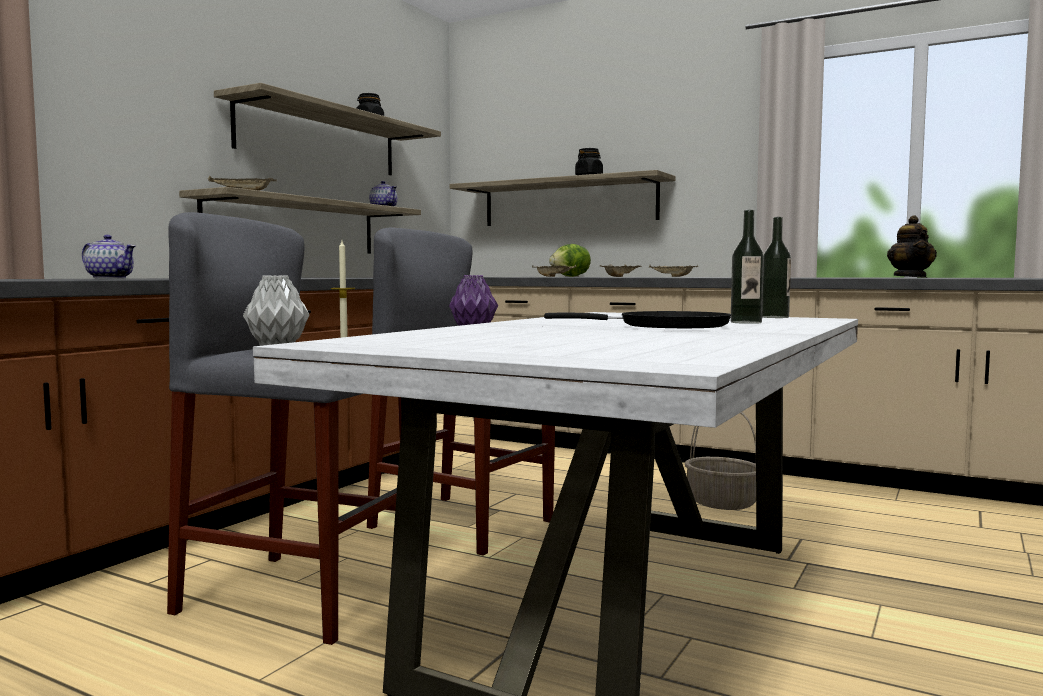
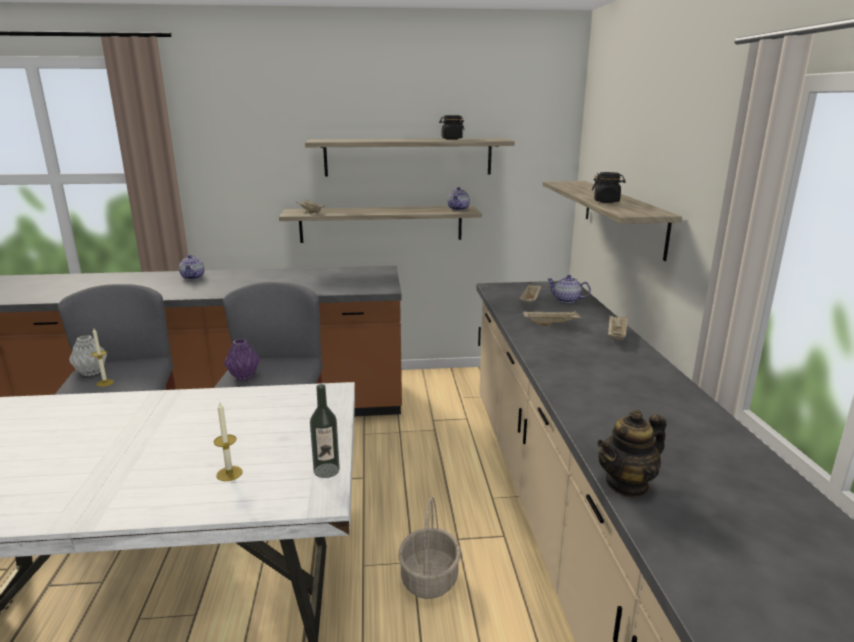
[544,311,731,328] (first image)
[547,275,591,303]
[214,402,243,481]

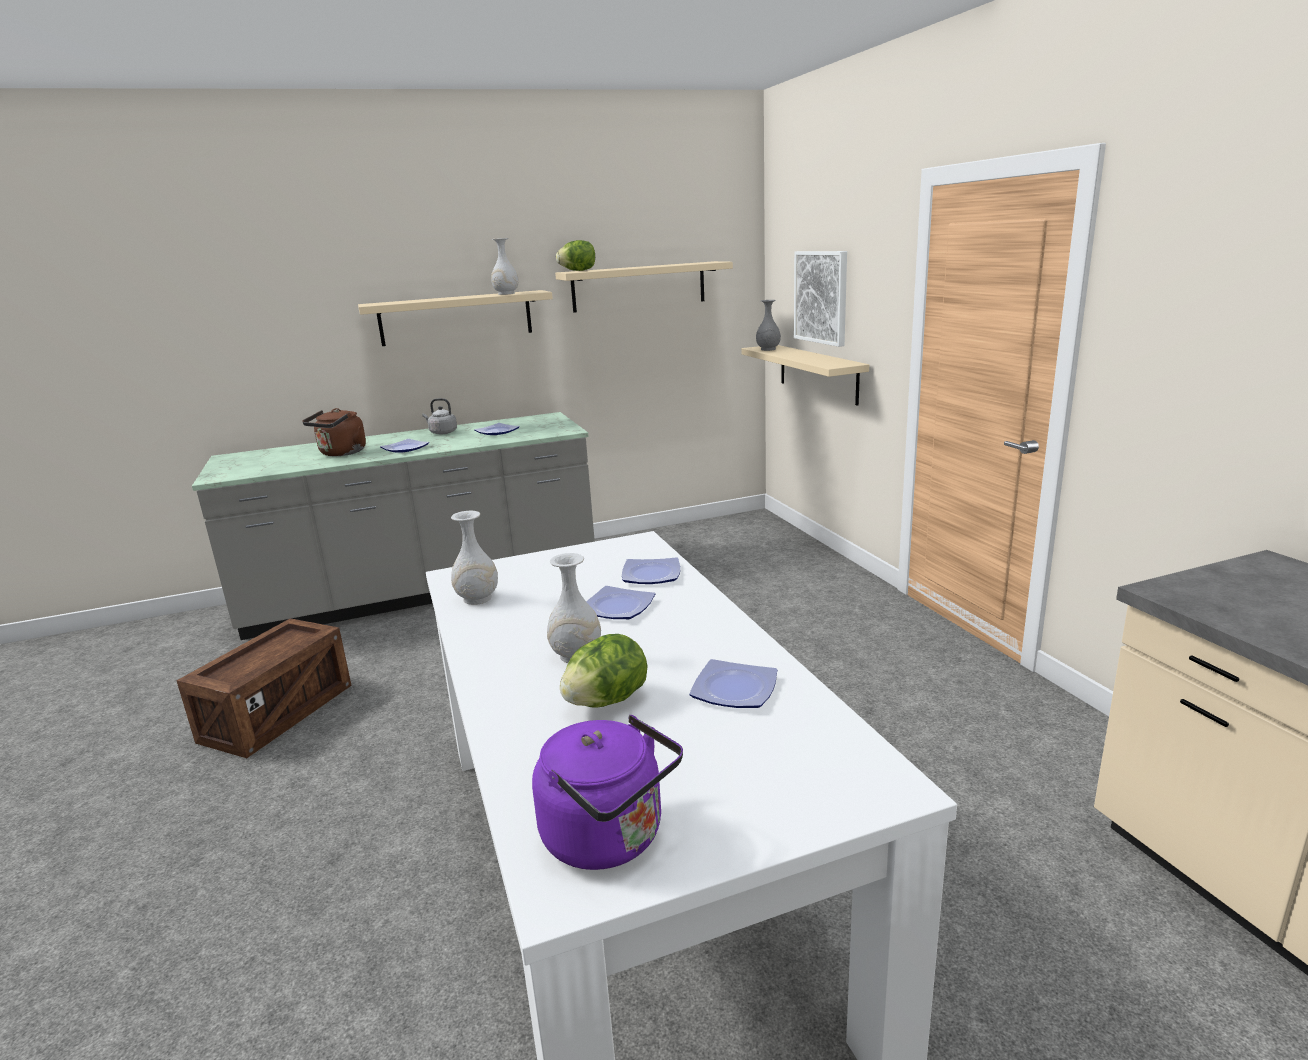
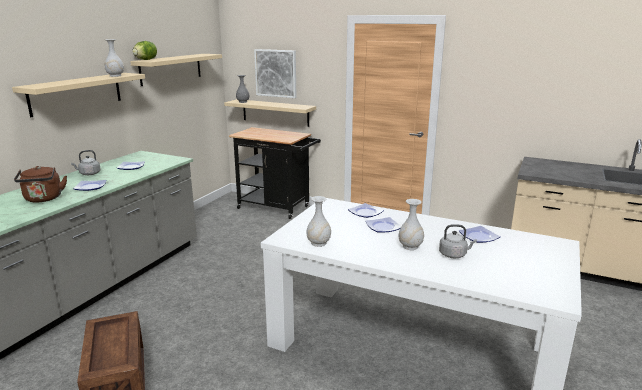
[532,715,683,870] (first image)
[439,224,477,258]
[229,127,321,219]

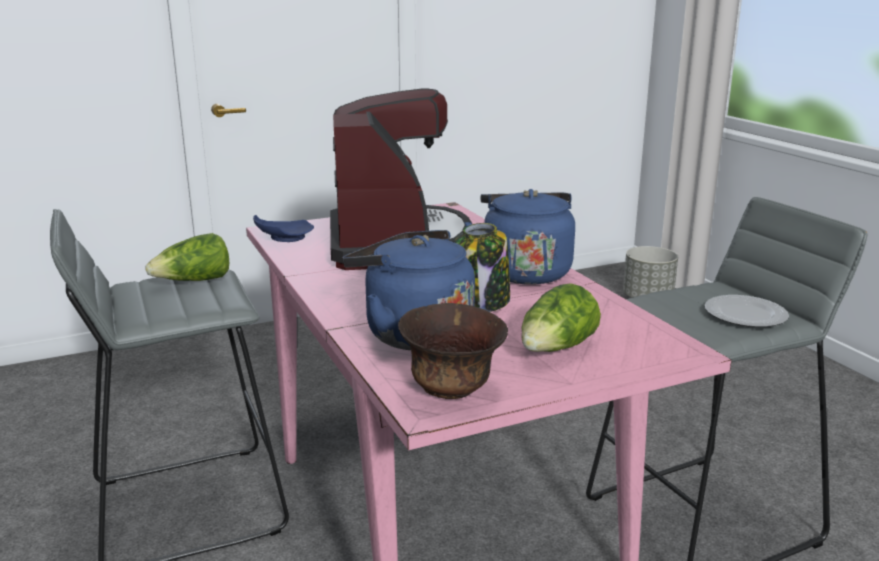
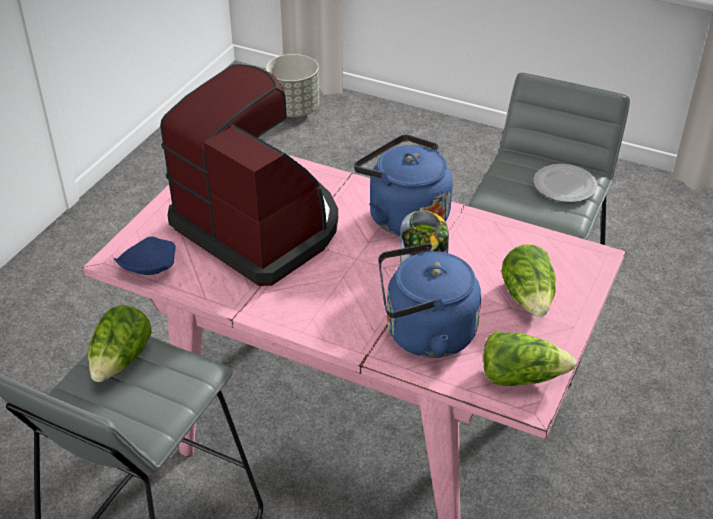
[483,331,576,386]

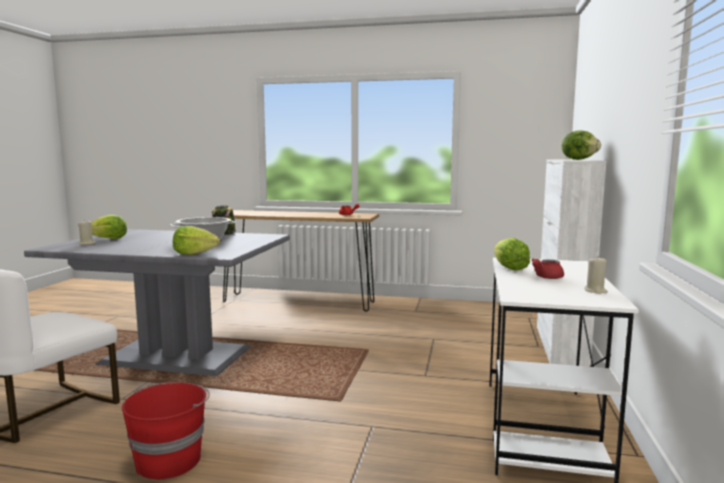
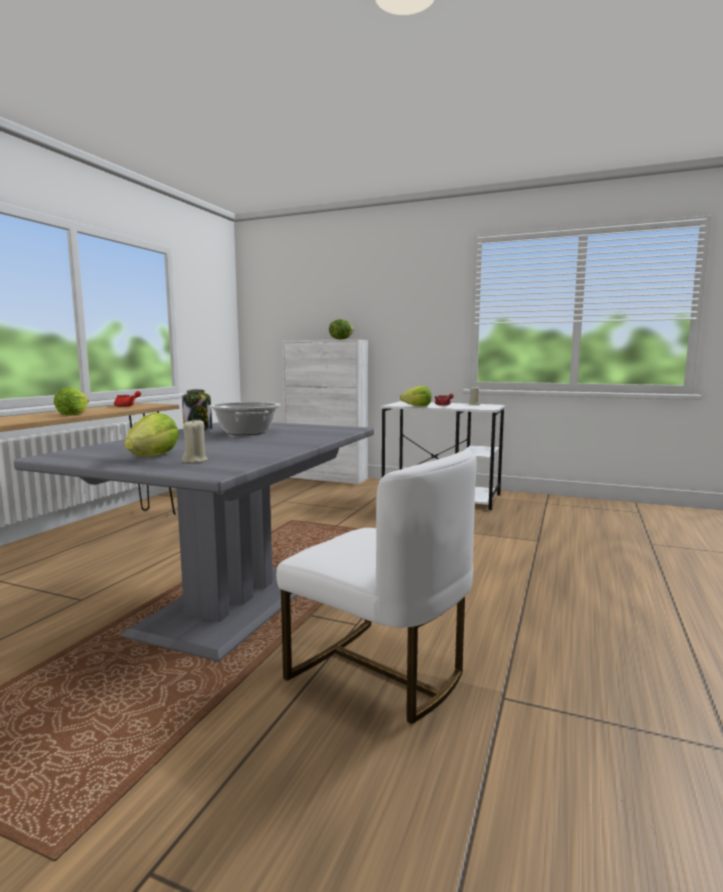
[122,382,210,480] (first image)
[53,388,89,416]

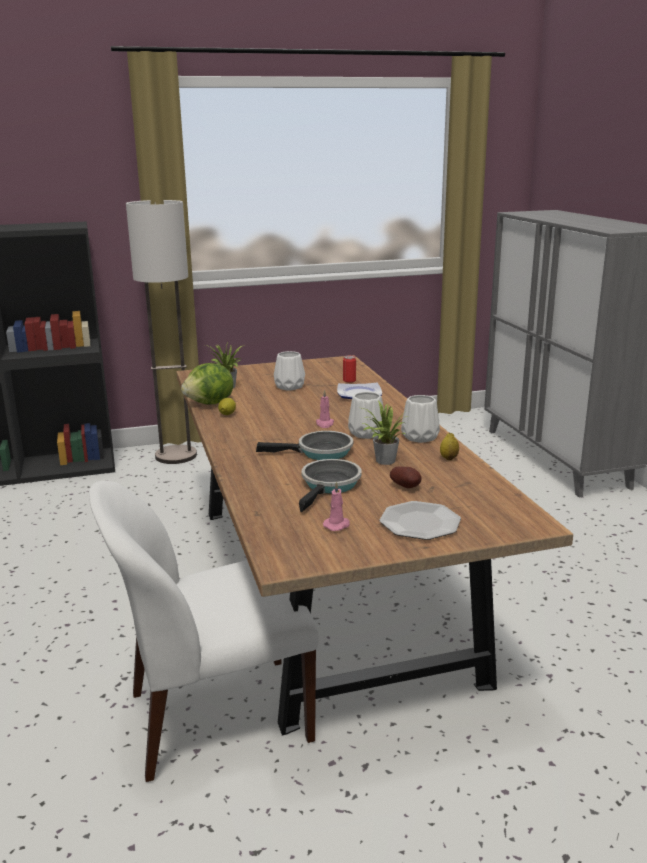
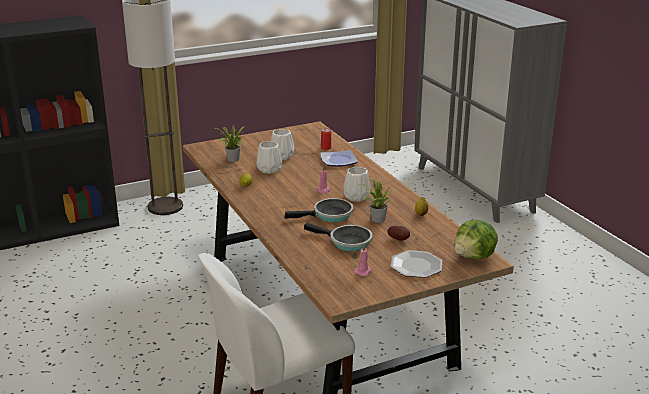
[454,220,498,260]
[304,223,373,251]
[256,141,282,174]

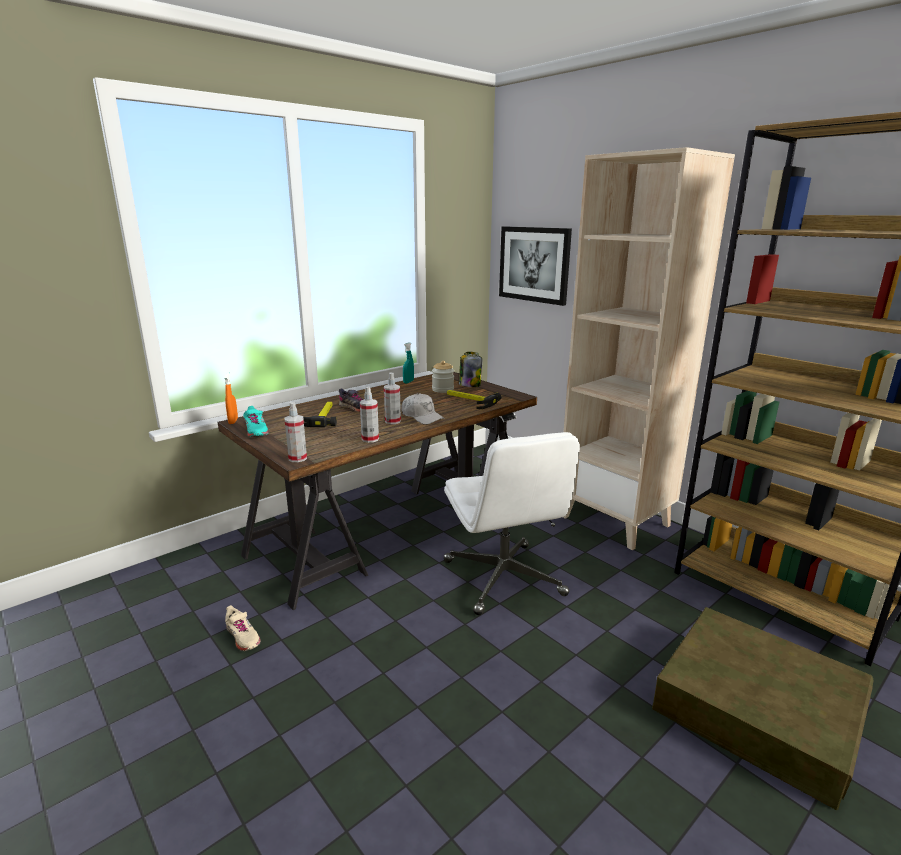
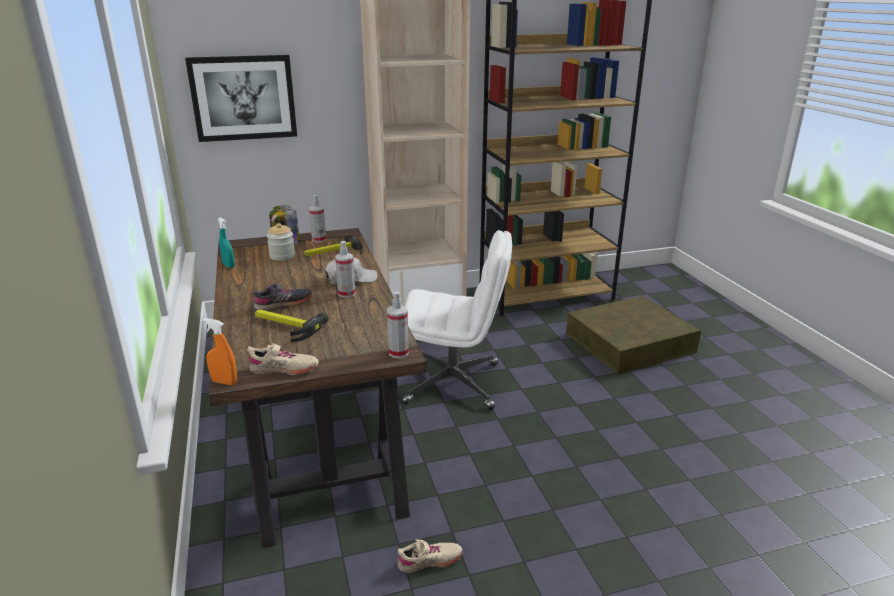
[247,343,319,375]
[309,195,326,242]

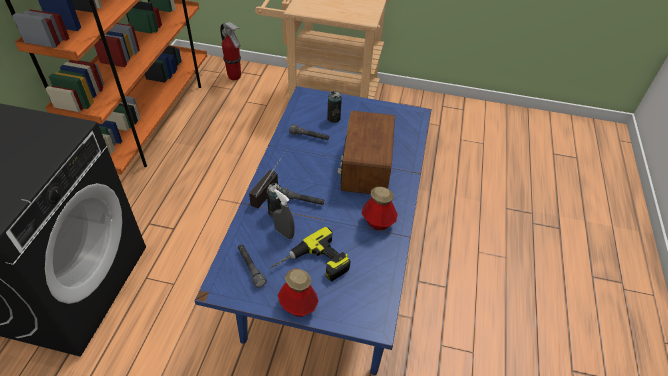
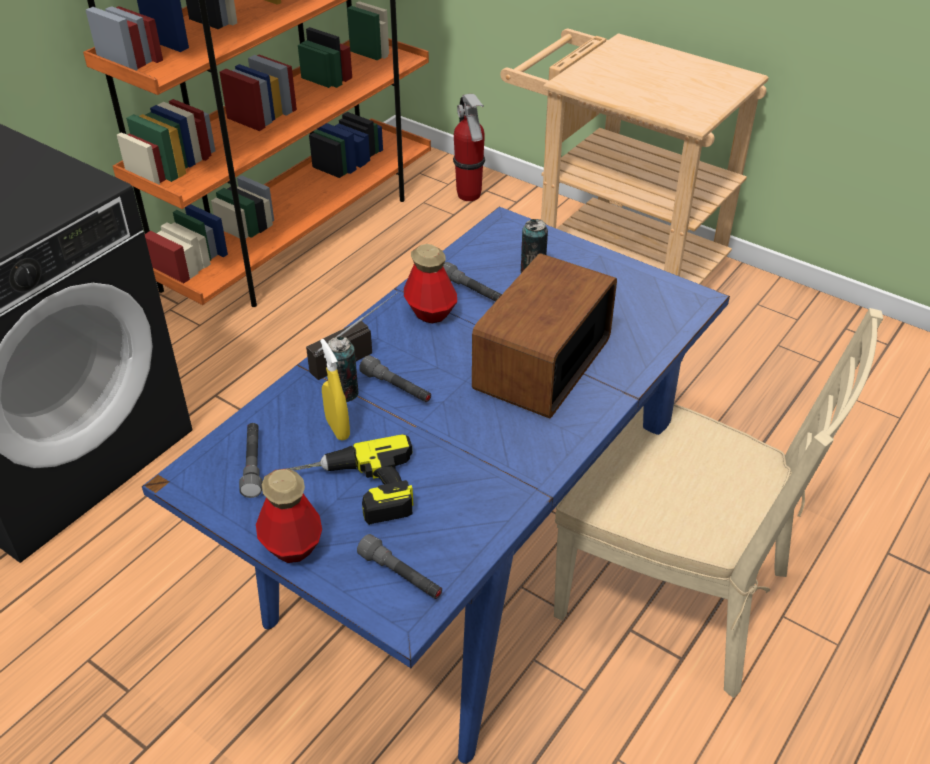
[320,339,350,440]
[404,244,457,323]
[357,534,442,599]
[554,308,883,698]

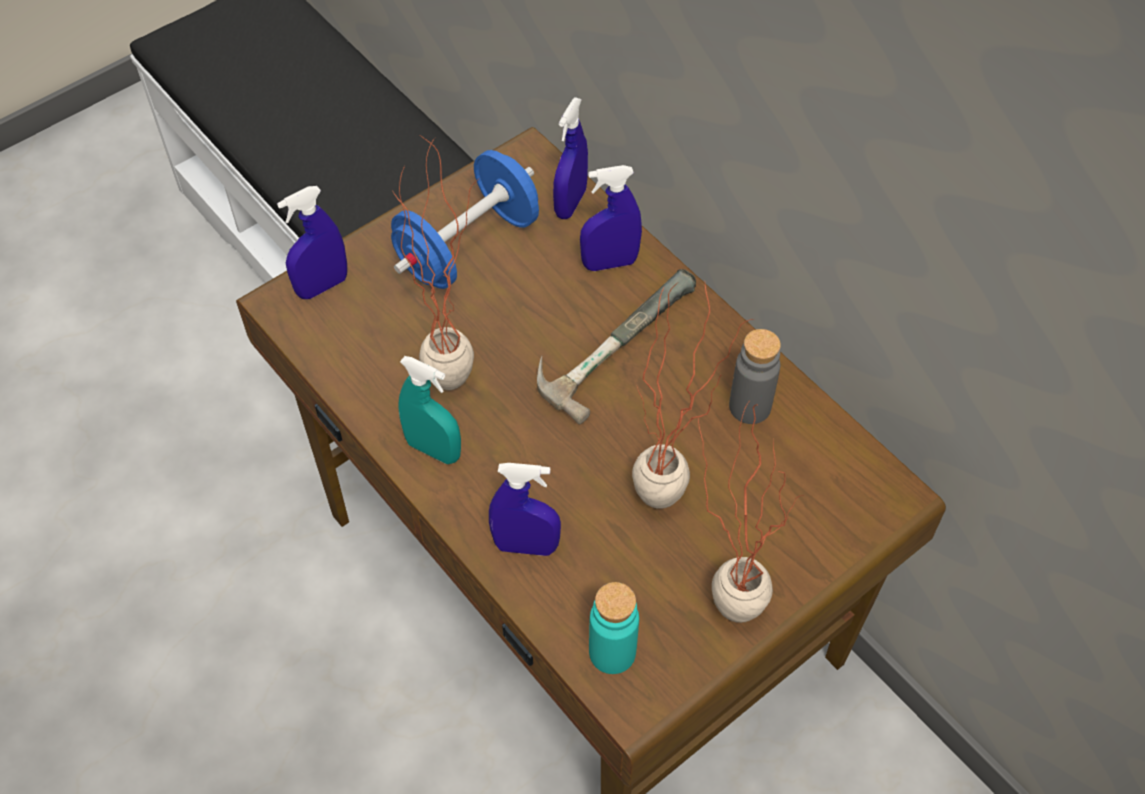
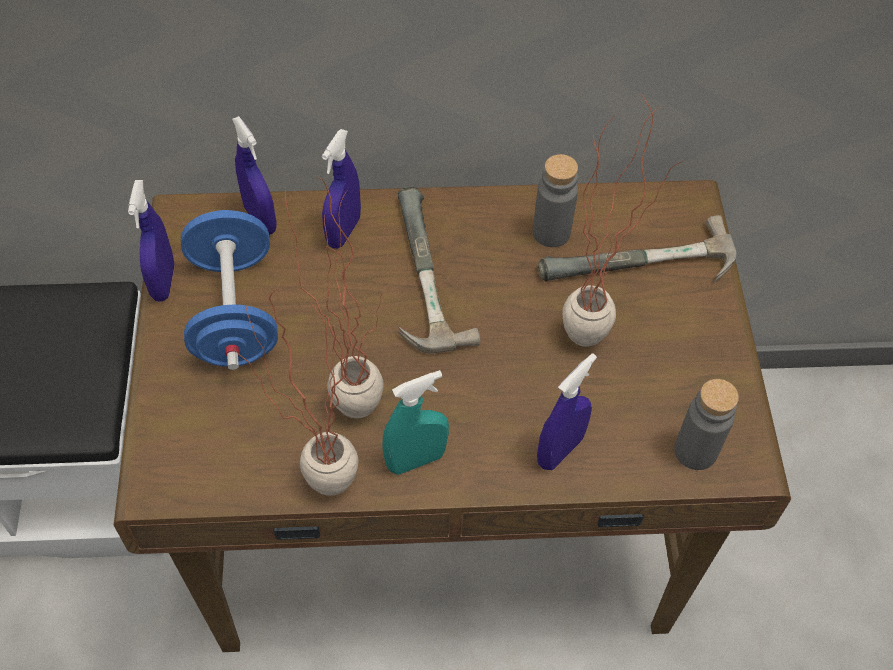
[128,180,175,302]
[675,379,739,470]
[231,289,358,496]
[538,215,736,283]

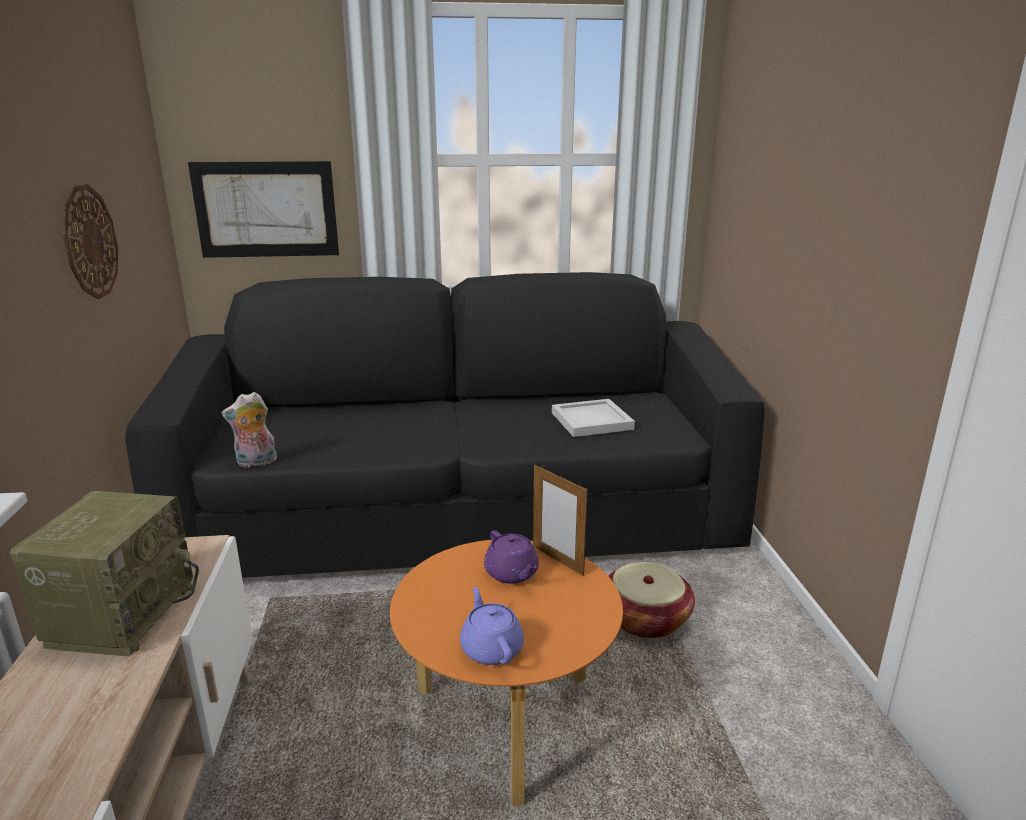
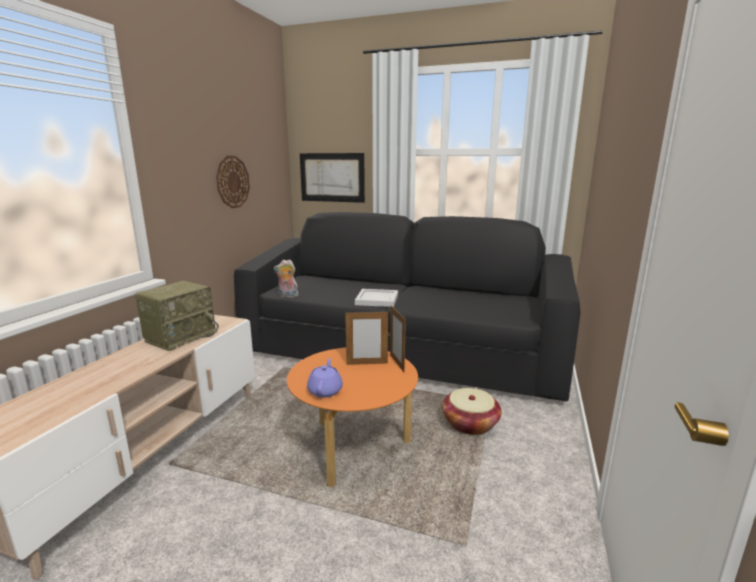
[345,310,388,365]
[355,289,398,307]

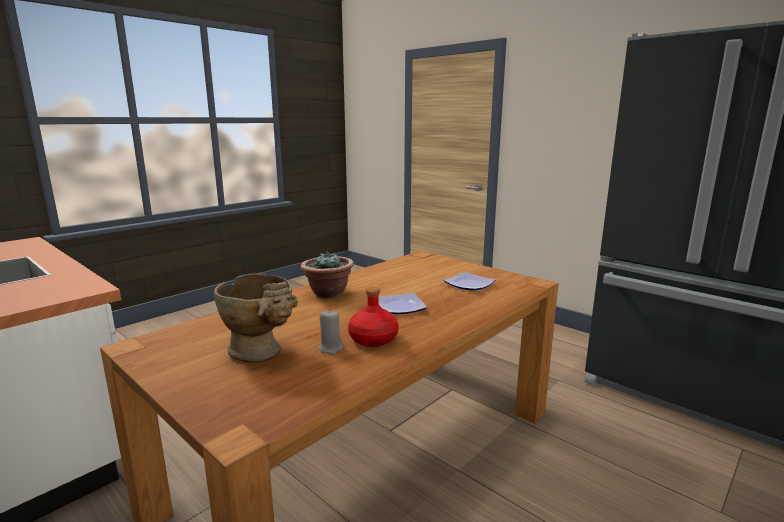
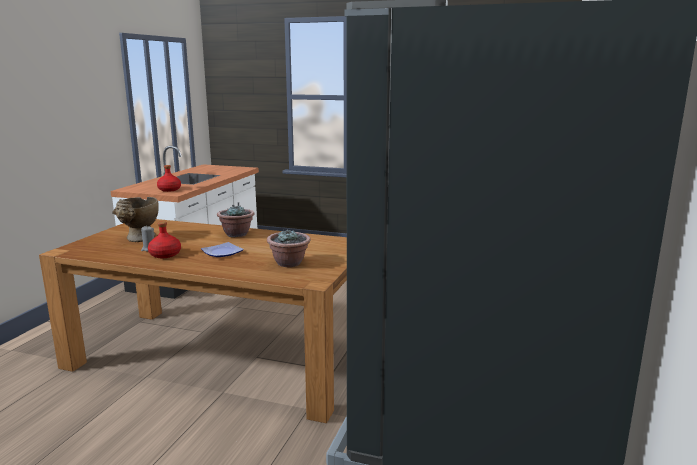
[267,229,311,267]
[157,165,181,192]

